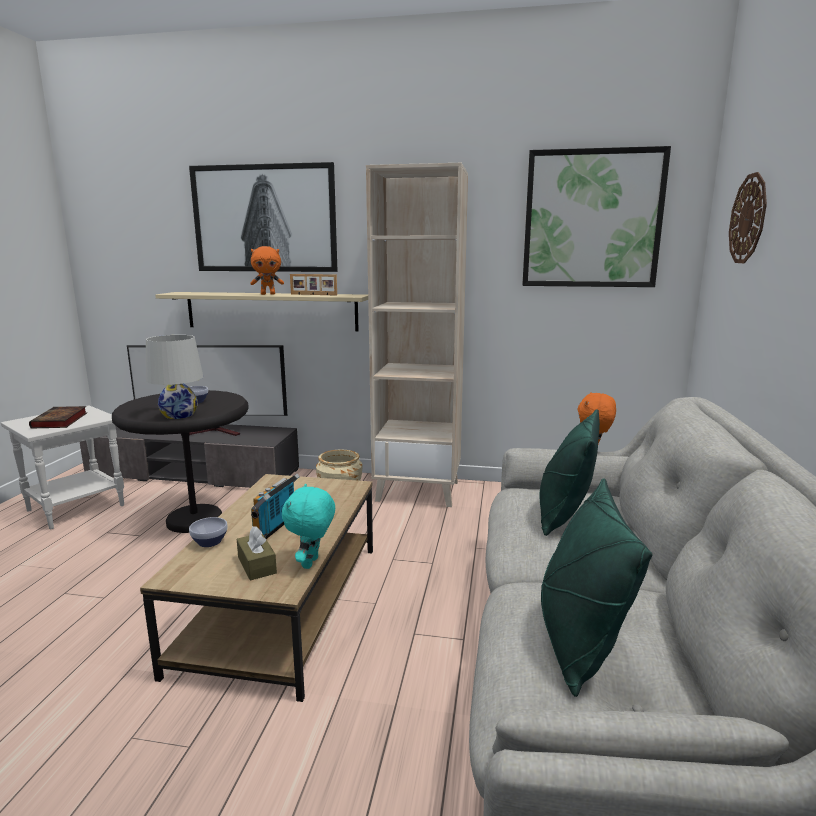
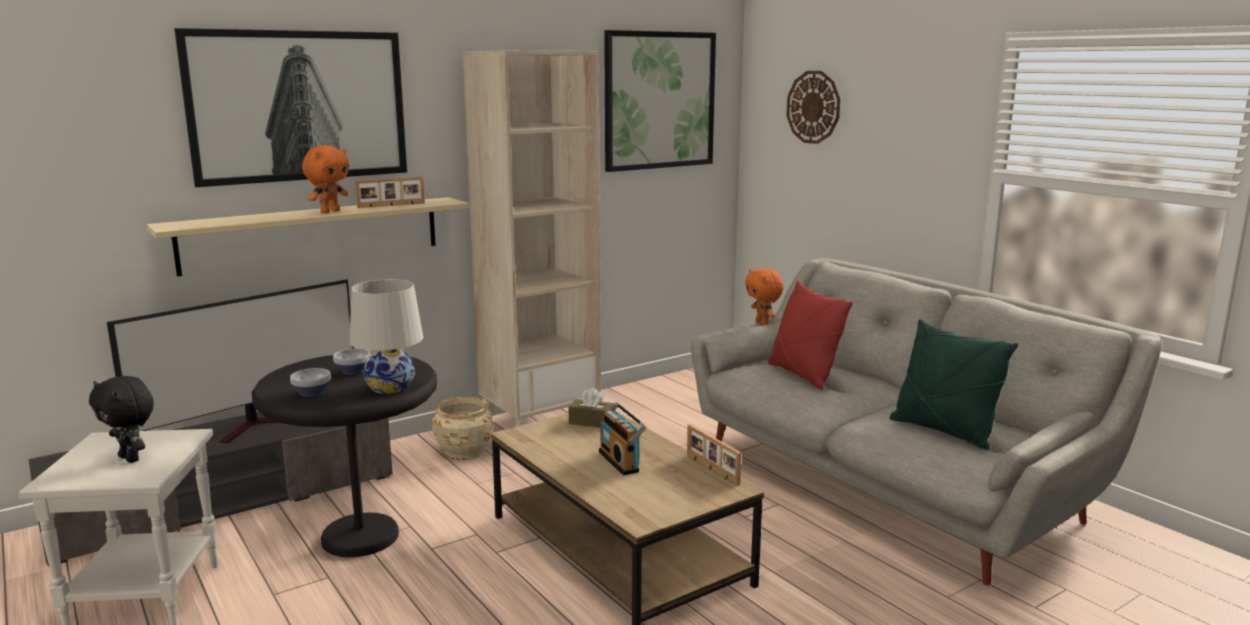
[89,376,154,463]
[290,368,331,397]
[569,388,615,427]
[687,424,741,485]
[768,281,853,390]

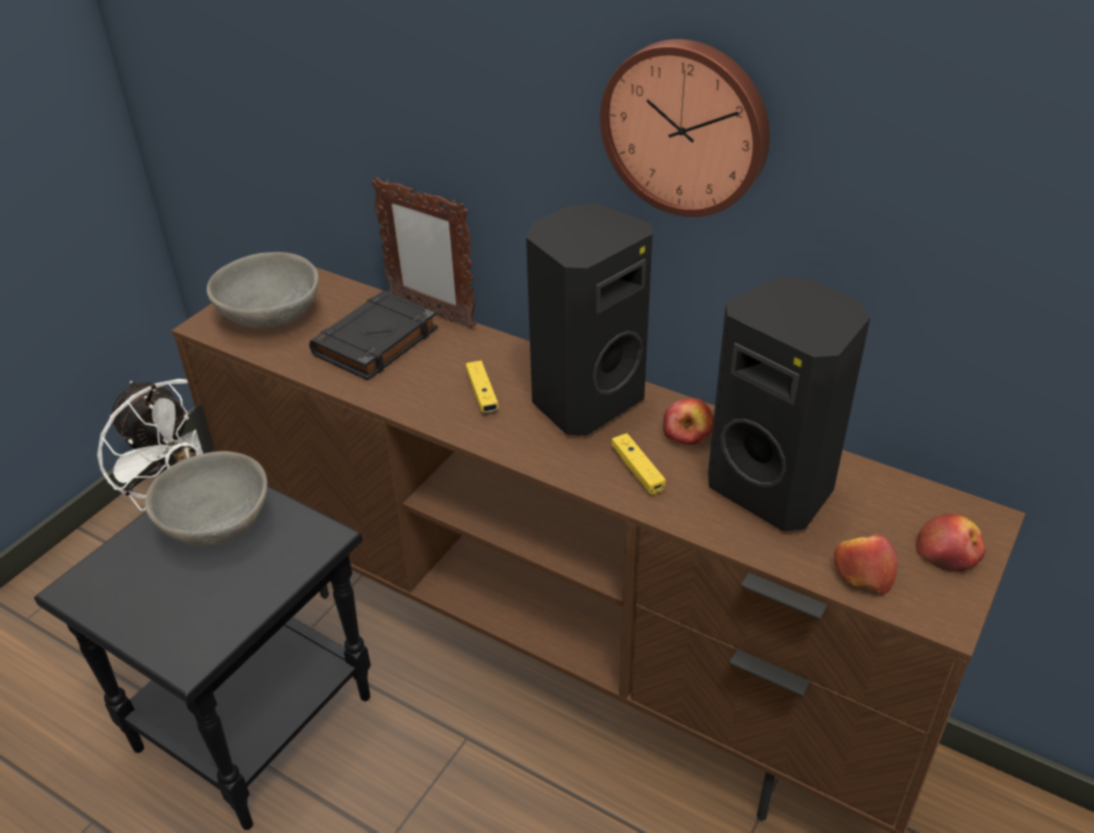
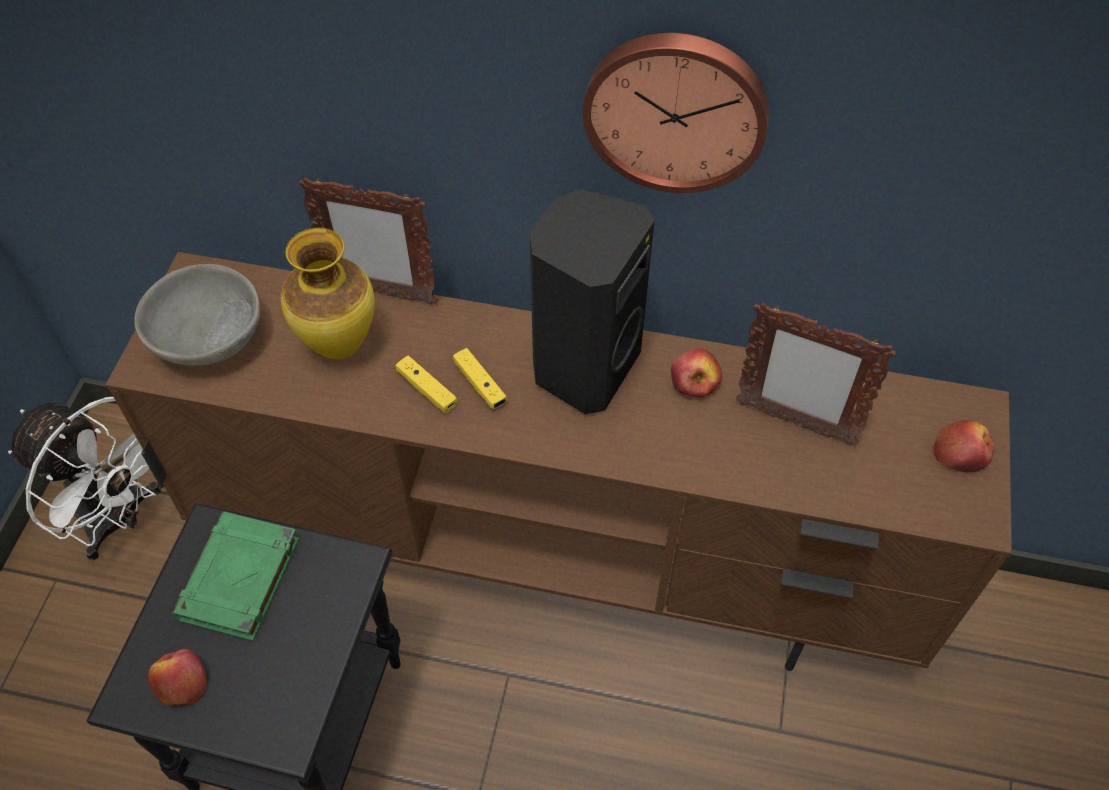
[171,512,299,641]
[281,227,375,359]
[396,355,457,413]
[736,303,896,446]
[148,649,207,706]

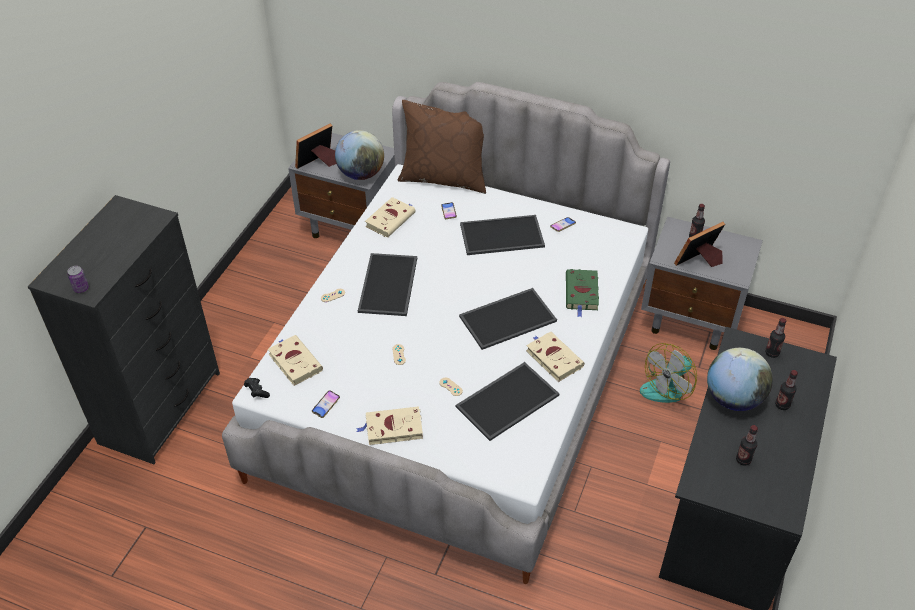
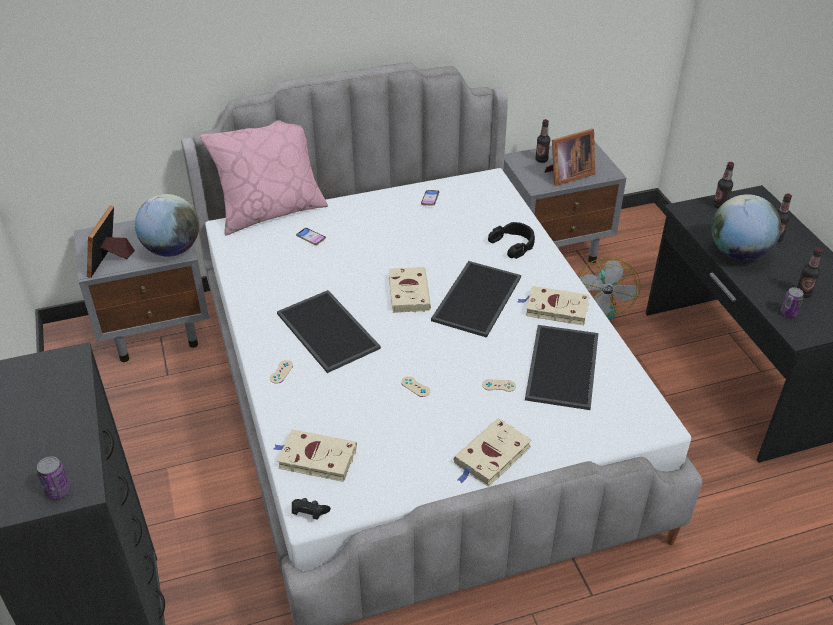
[312,390,340,418] (first image)
[389,267,431,313]
[200,120,328,236]
[460,215,545,255] (first image)
[488,222,535,259]
[545,129,595,186]
[781,287,804,317]

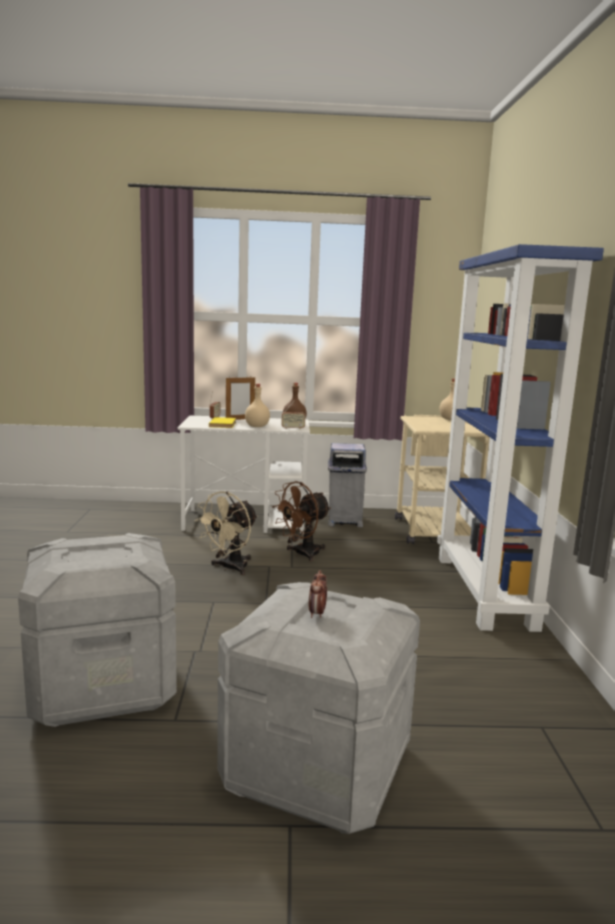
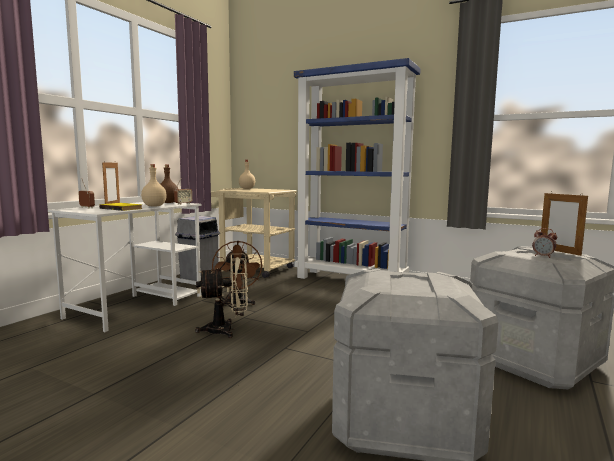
[195,254,248,338]
[541,193,588,256]

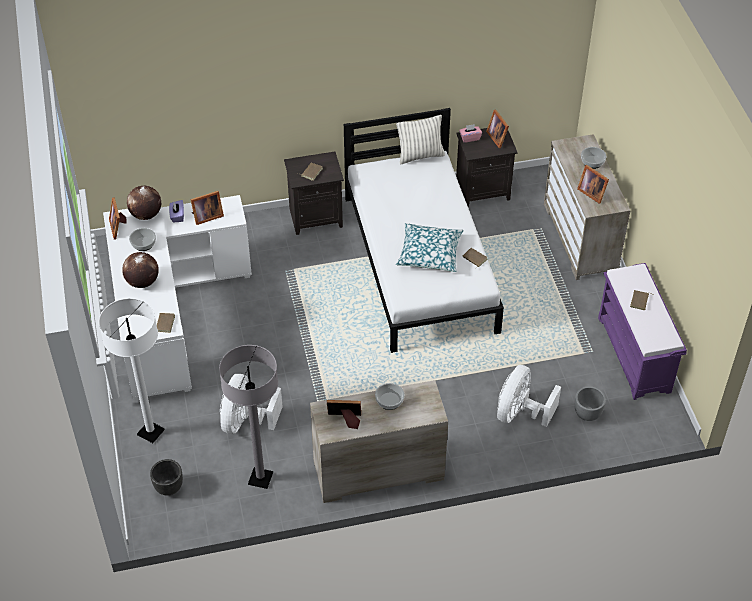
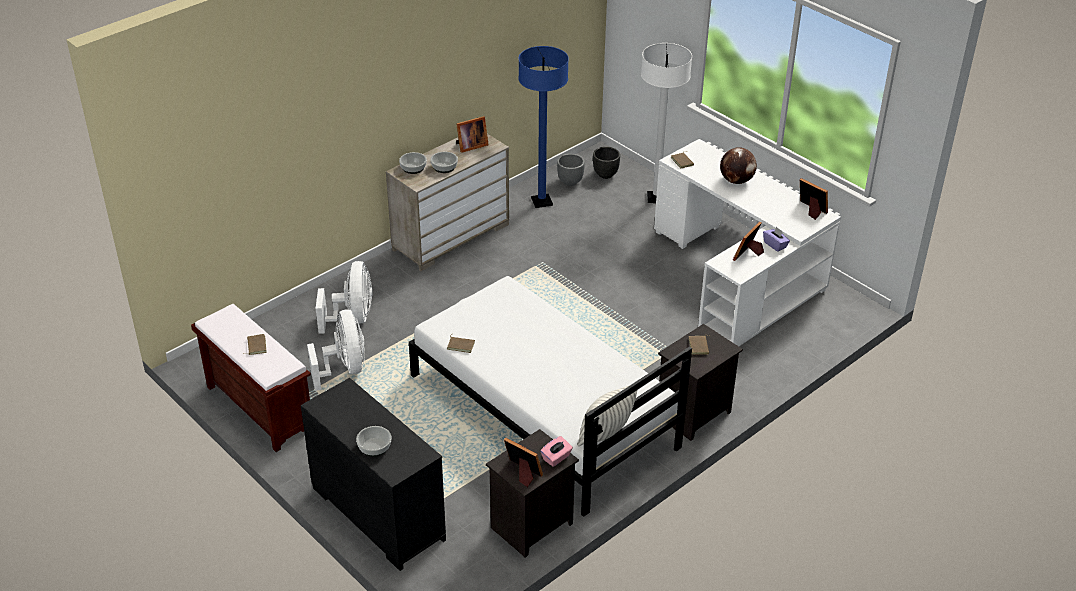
[127,186,161,220] (first image)
[399,152,427,174]
[518,46,569,208]
[307,310,365,391]
[396,223,464,272] (first image)
[301,378,446,571]
[557,154,585,186]
[577,165,609,204] (first image)
[191,304,311,452]

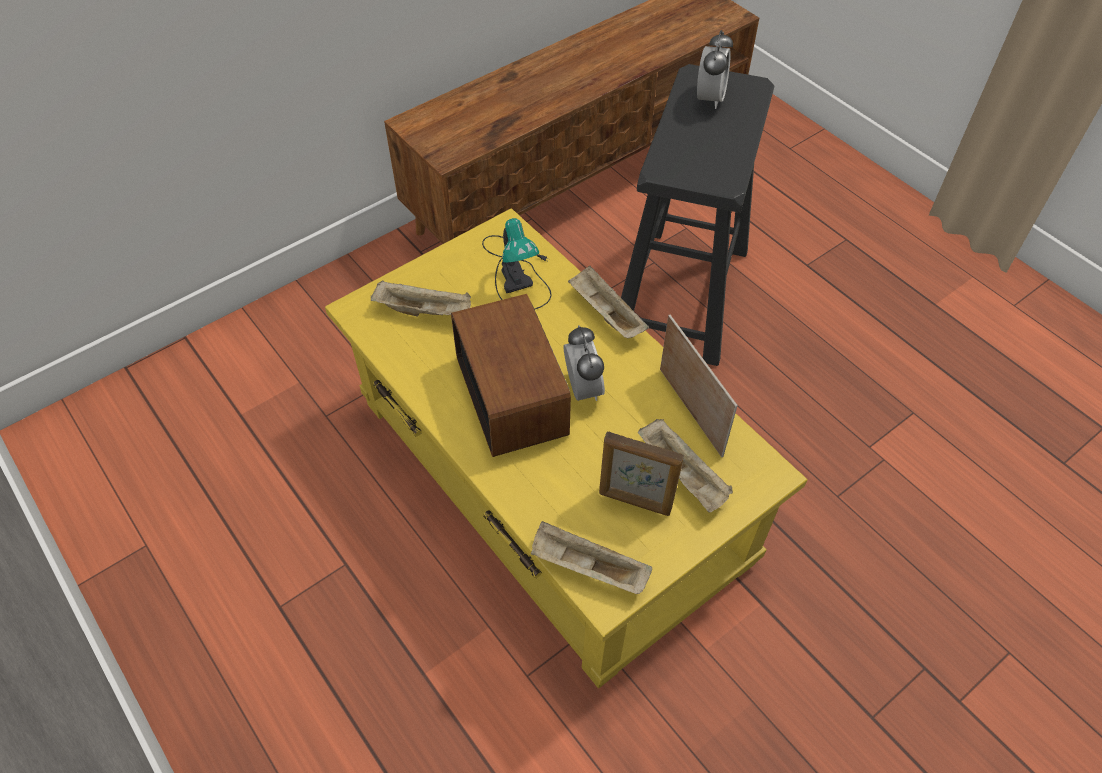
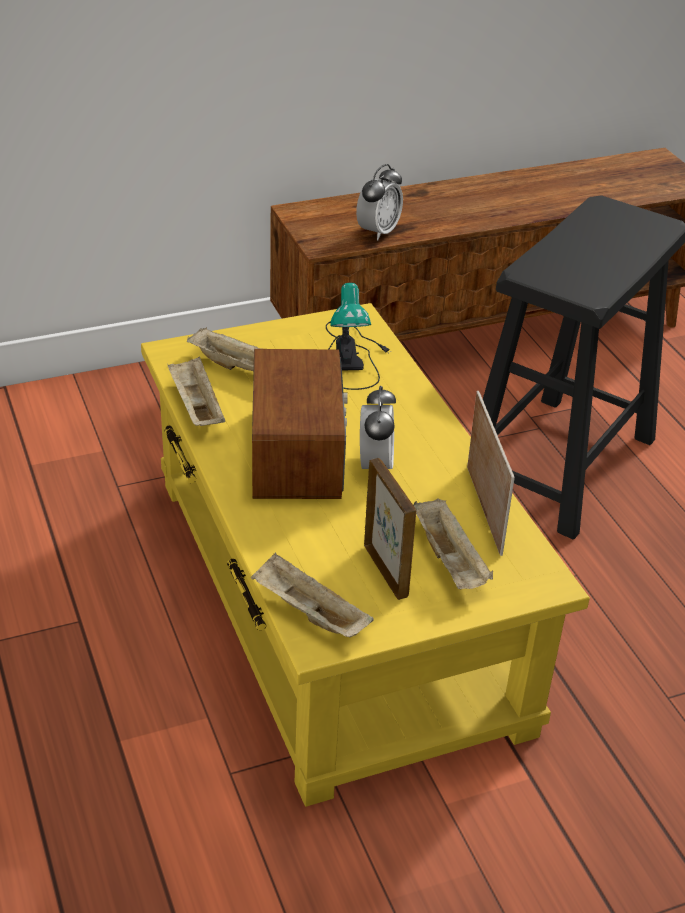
[167,356,225,426]
[364,458,416,600]
[356,164,403,240]

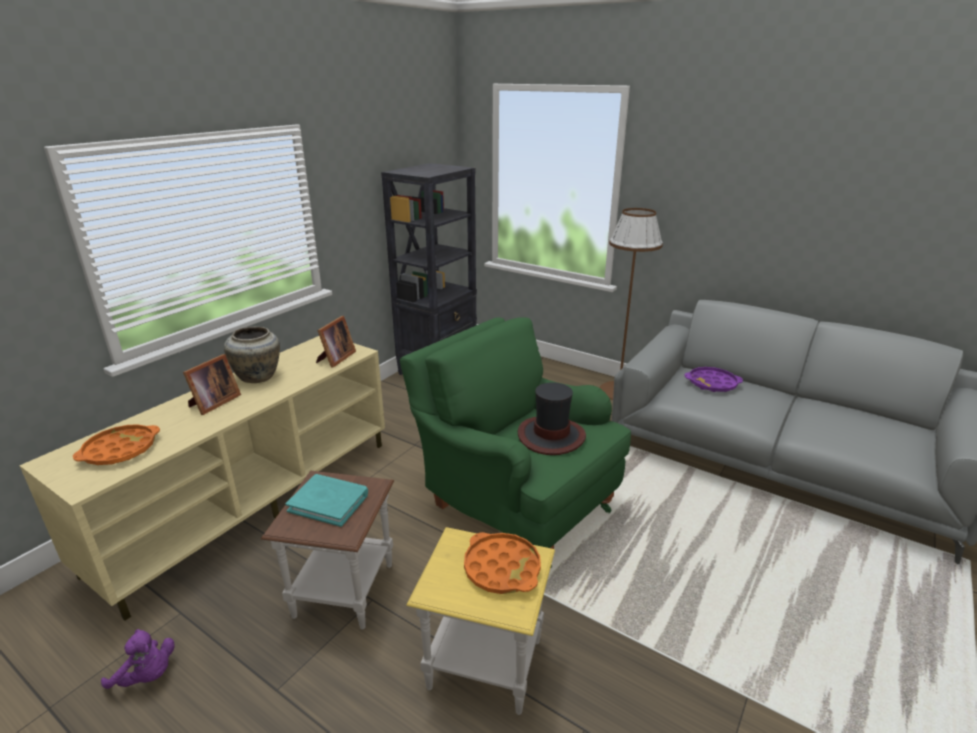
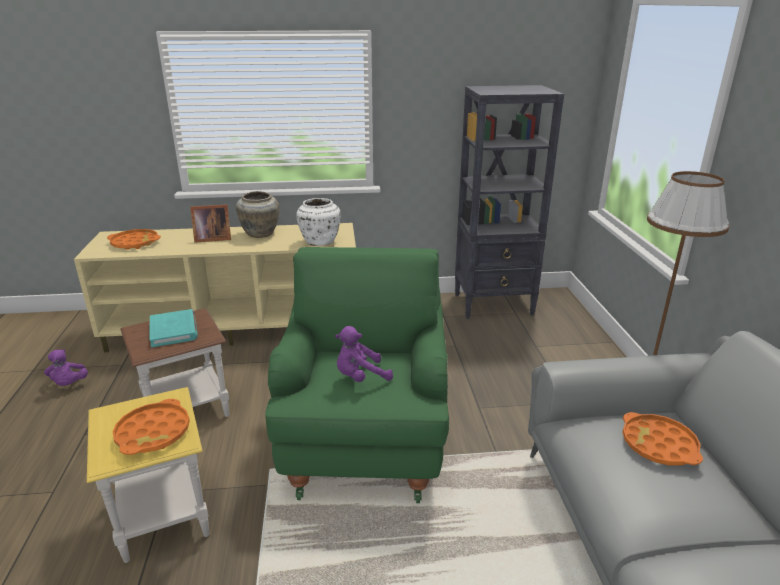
[296,198,341,246]
[335,326,393,382]
[623,412,703,465]

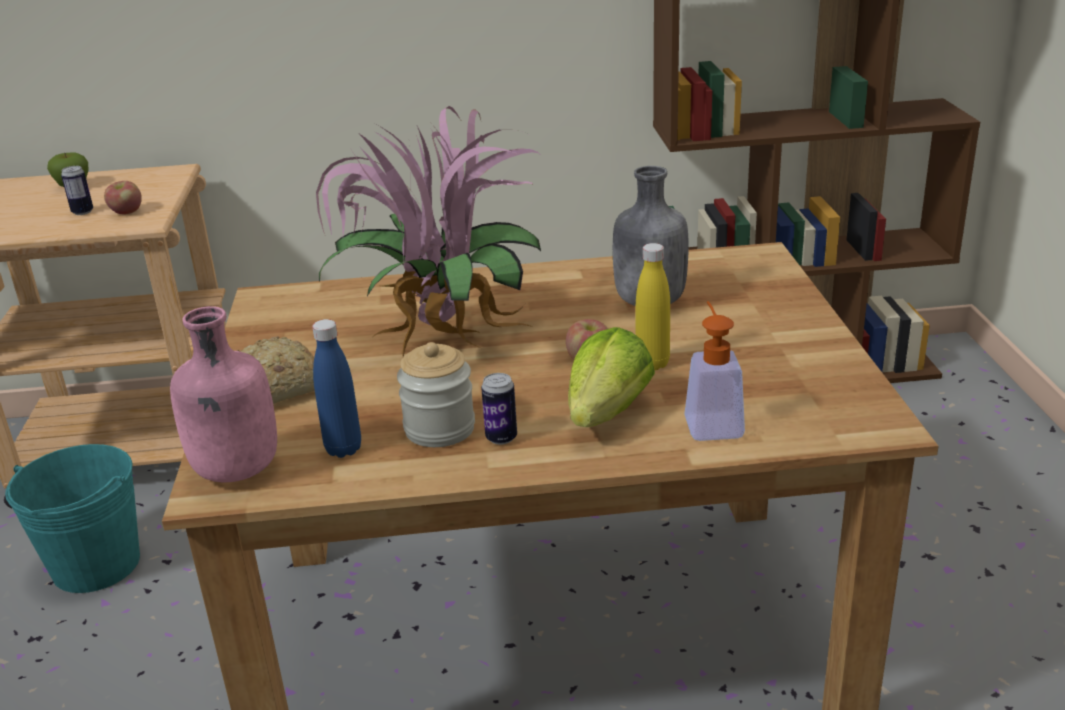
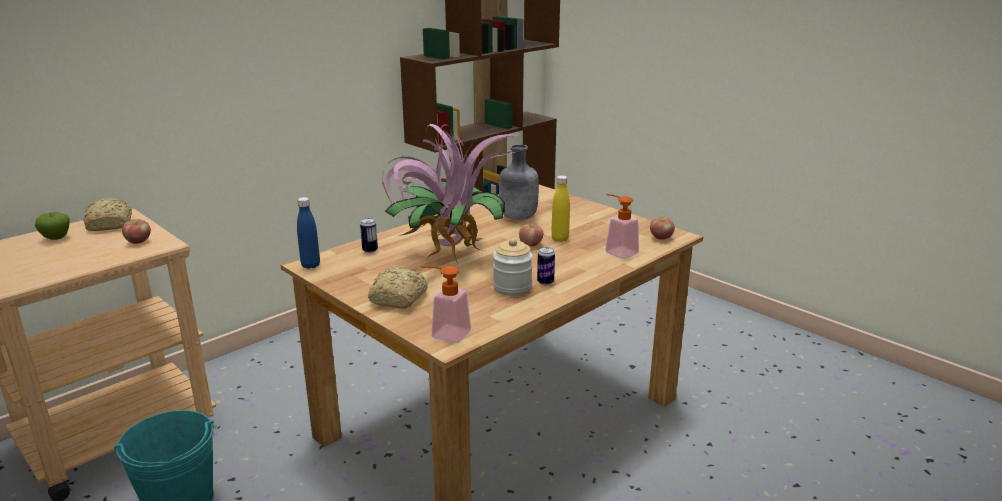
[360,218,378,253]
[421,266,471,343]
[297,197,320,269]
[568,327,655,427] (first image)
[83,198,132,231]
[650,217,675,240]

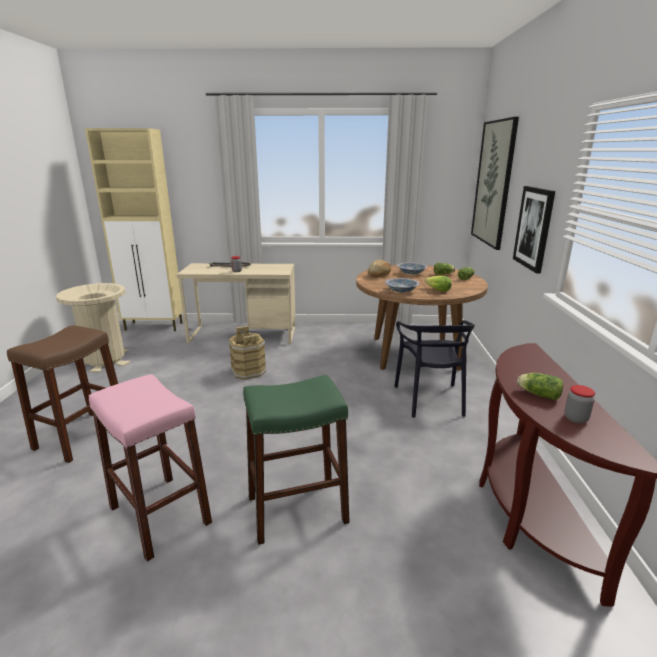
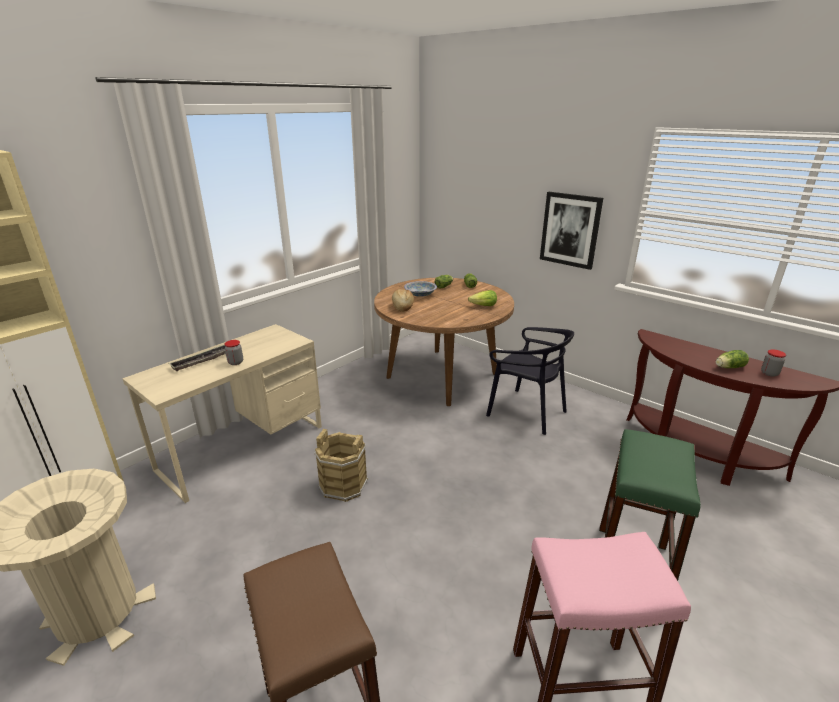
[385,278,419,292] (first image)
[471,117,519,250] (first image)

